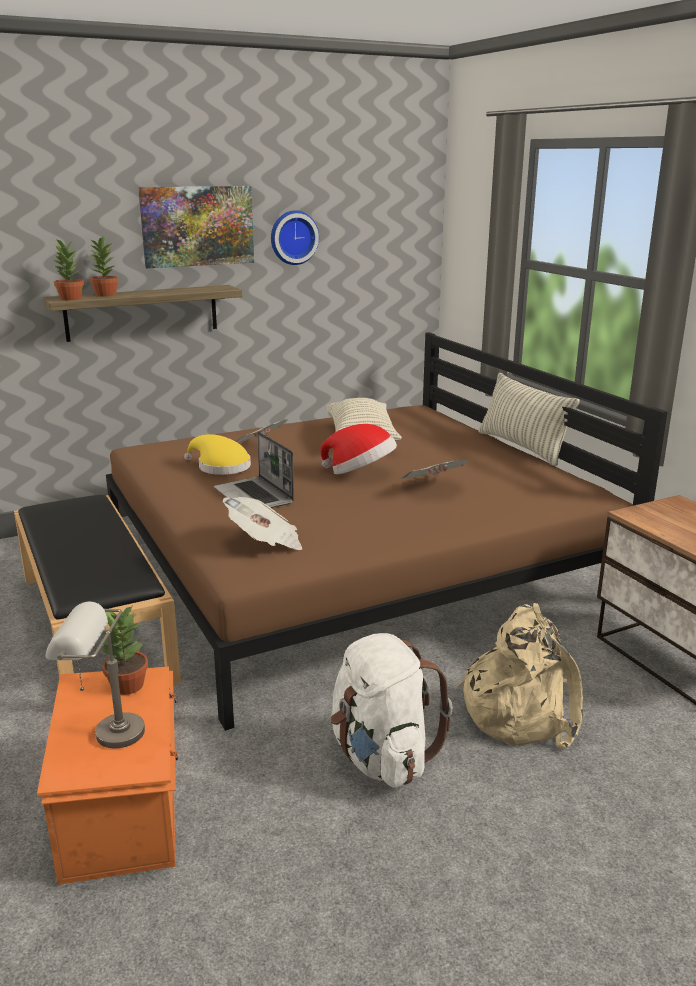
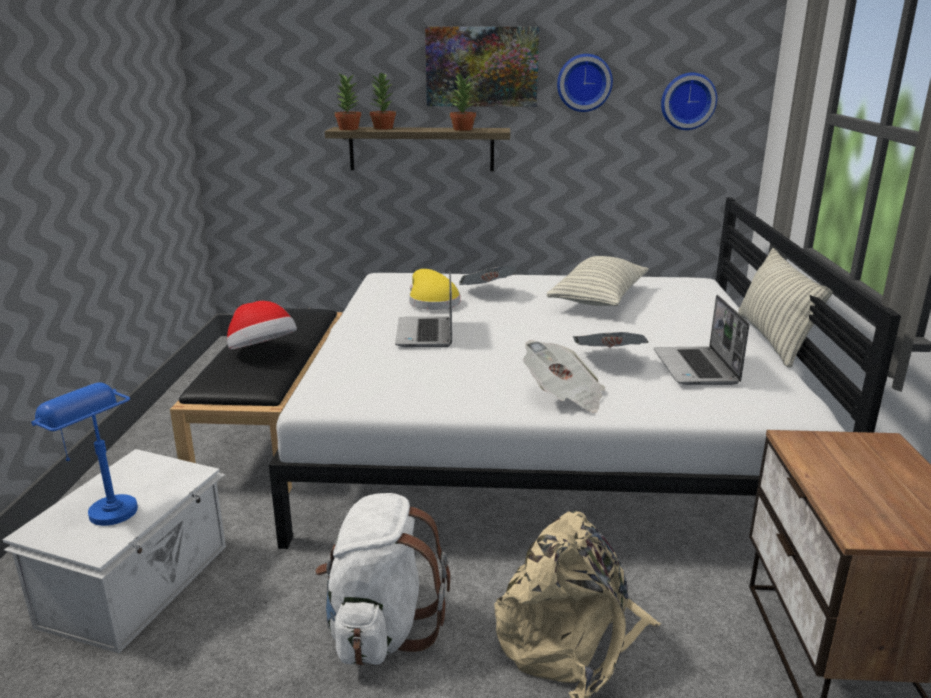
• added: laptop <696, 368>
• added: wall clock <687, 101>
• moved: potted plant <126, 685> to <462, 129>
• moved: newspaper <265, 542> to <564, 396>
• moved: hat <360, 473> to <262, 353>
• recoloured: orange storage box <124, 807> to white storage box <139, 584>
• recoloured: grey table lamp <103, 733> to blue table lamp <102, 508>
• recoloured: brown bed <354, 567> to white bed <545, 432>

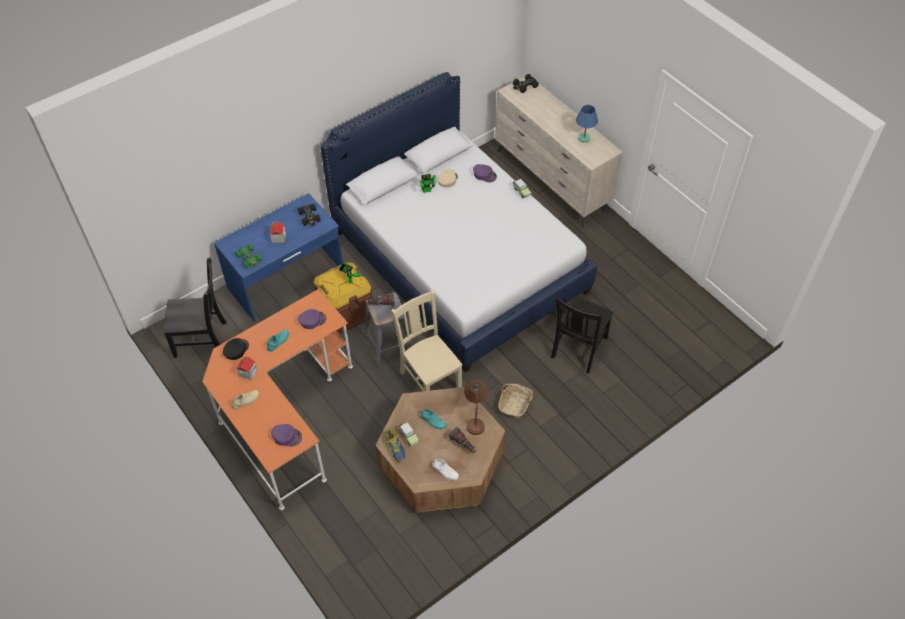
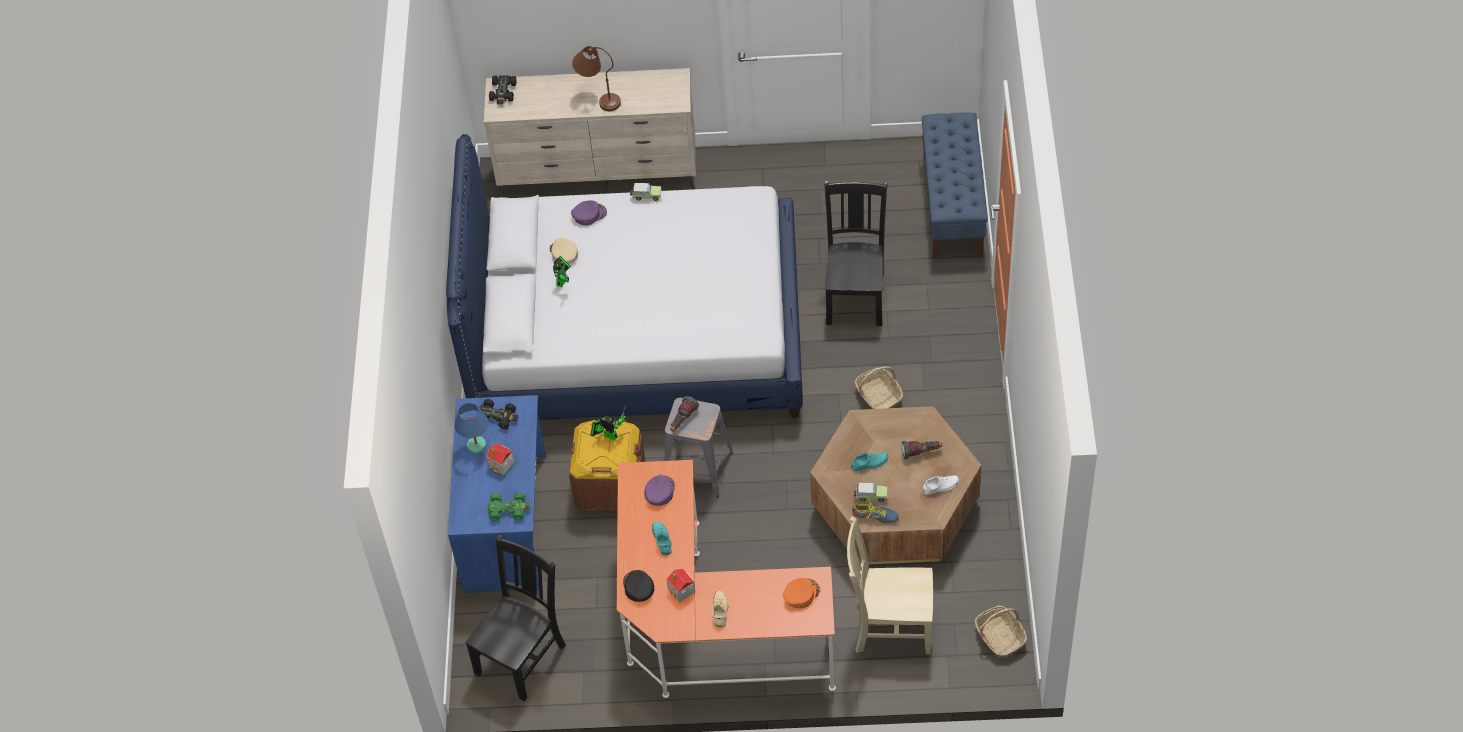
• added: blue bench <952, 206>
• added: basket <999, 636>
• moved: beige chair <429, 378> to <890, 626>
• moved: brown table lamp <475, 416> to <598, 97>
• moved: blue table lamp <584, 138> to <477, 445>
• recoloured: purple cap <287, 436> to orange cap <801, 594>
• turned: black chair <578, 349> = <855, 296> 150 degrees counterclockwise

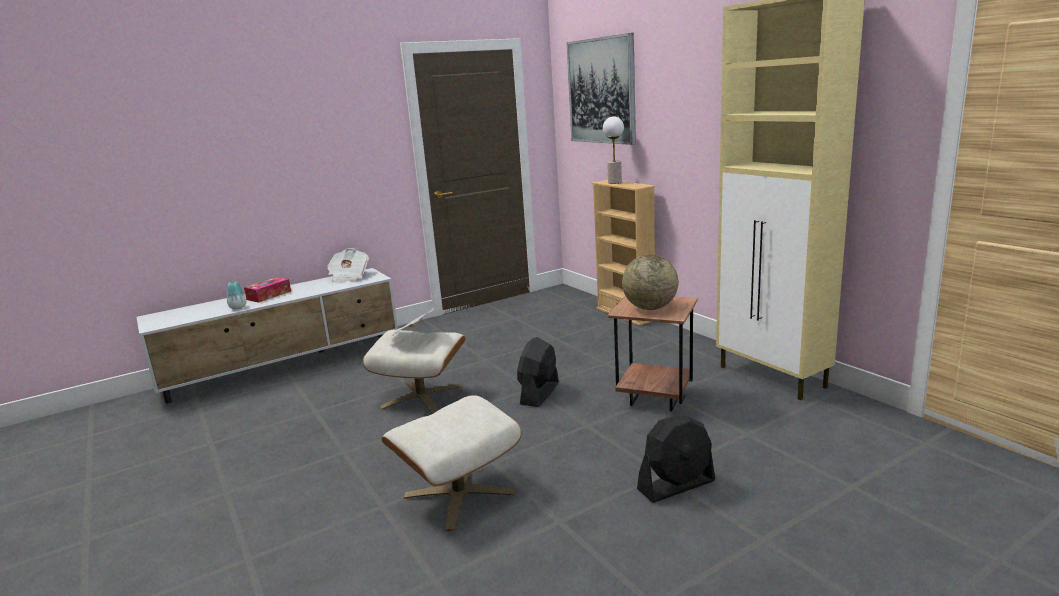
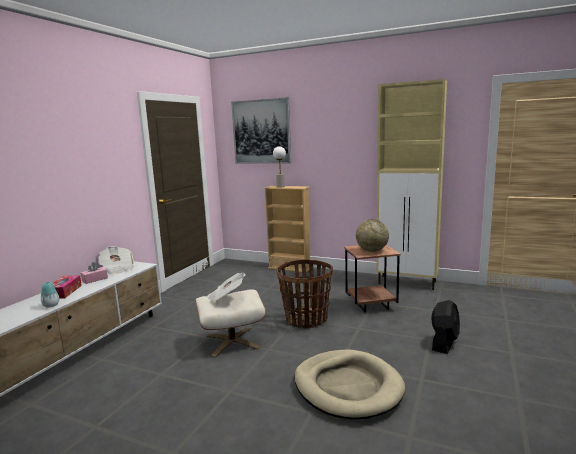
• added: pink tissue box <95, 279>
• replaced: beige ottoman <459, 494> to beige dog bed <347, 387>
• replaced: black fan <539, 393> to basket <306, 319>

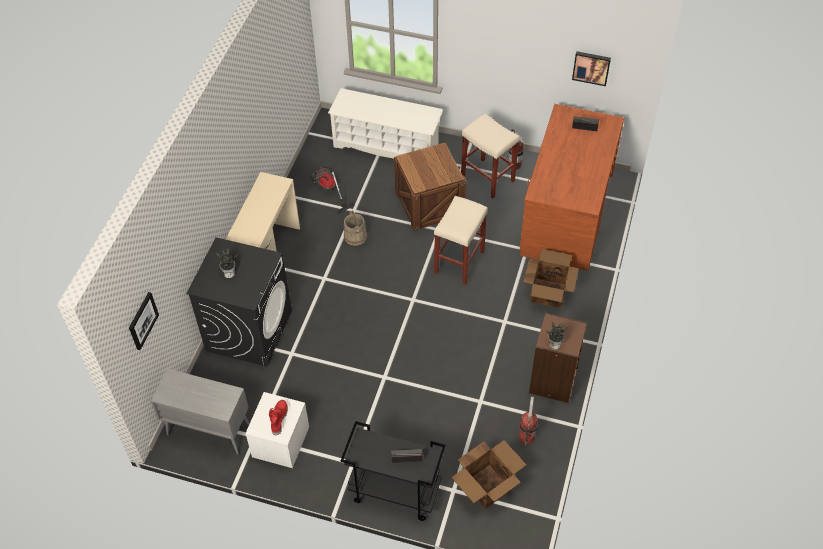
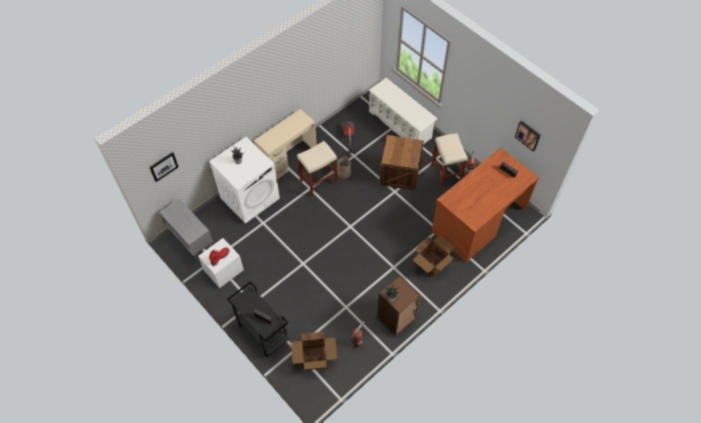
• moved: beige stool <459, 262> to <318, 182>
• recoloured: black washing machine <249, 330> to white washing machine <250, 197>

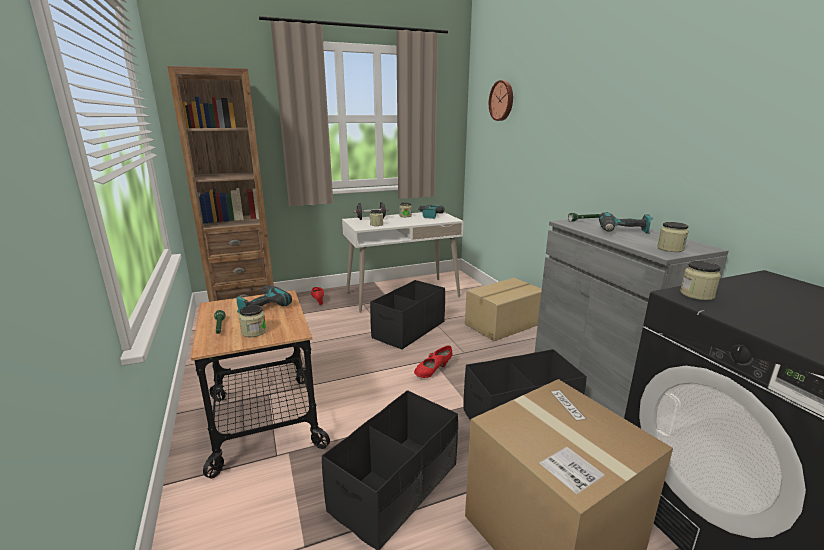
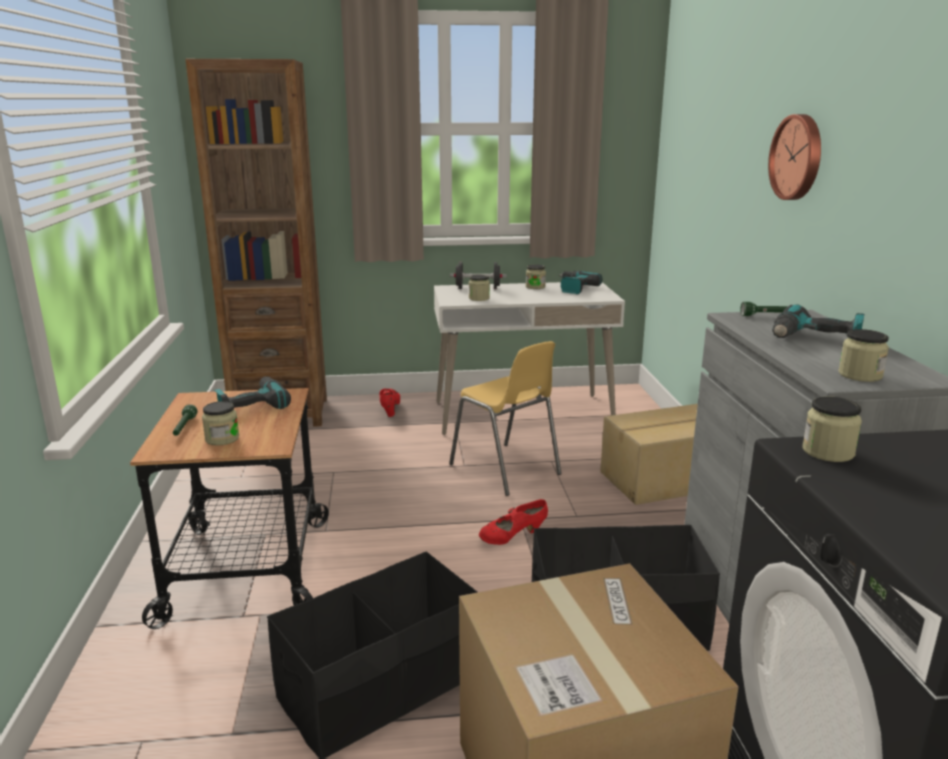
• moved: wall clock <502, 100> to <798, 157>
• replaced: black storage box <408, 329> to yellow chair <505, 469>

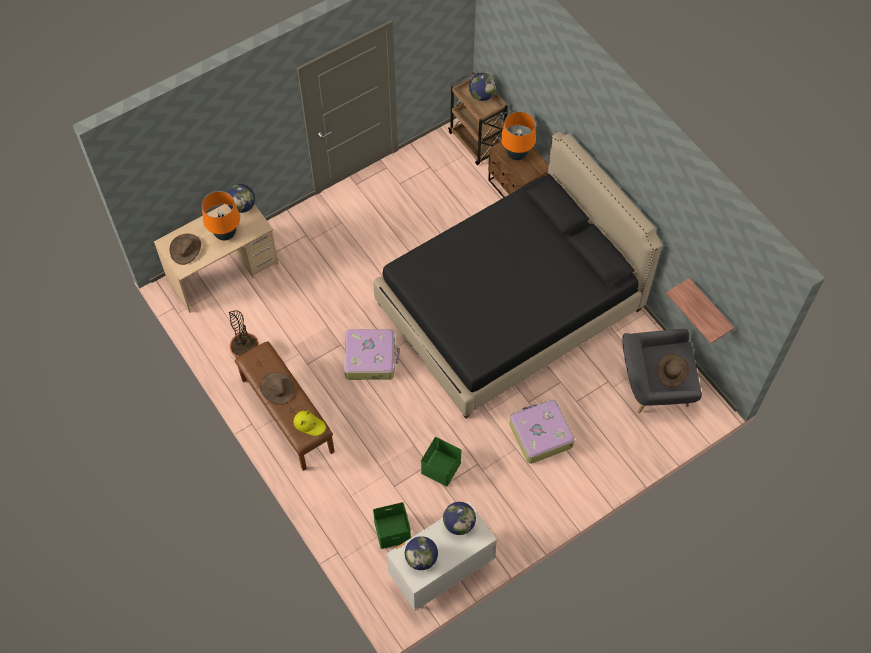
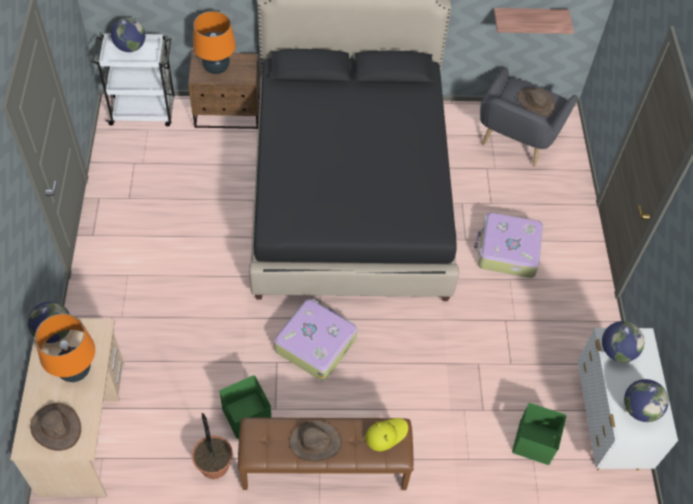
• moved: green storage box <440, 466> to <245, 415>
• recoloured: brown cart <477, 143> to white cart <144, 111>

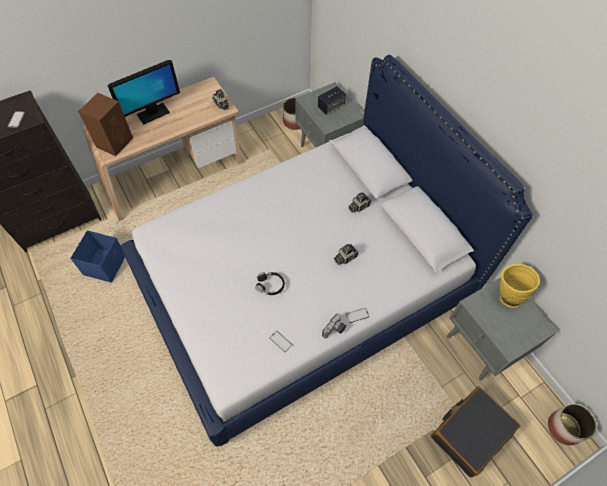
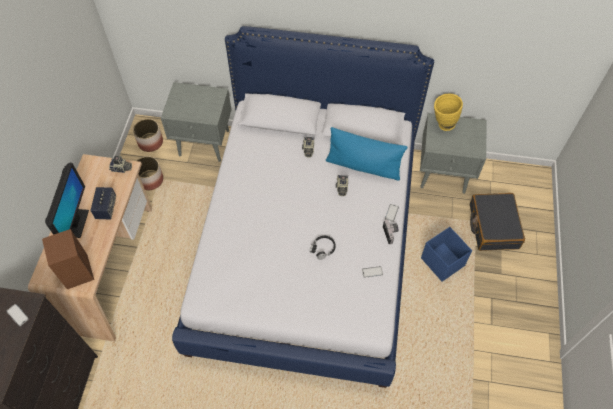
• added: blue pillow <363, 166>
• moved: blue storage box <105, 265> to <442, 261>
• moved: speaker <331, 107> to <106, 208>
• moved: planter <564, 427> to <150, 180>

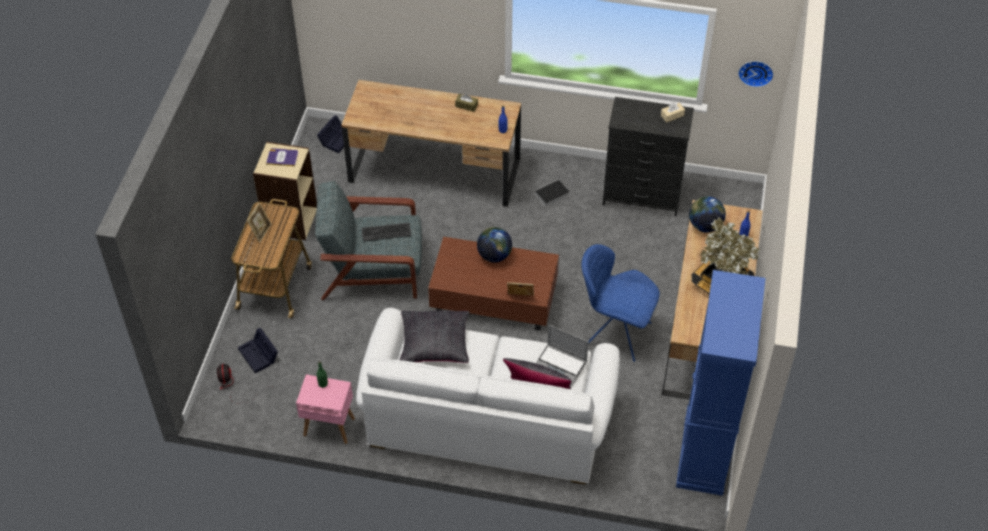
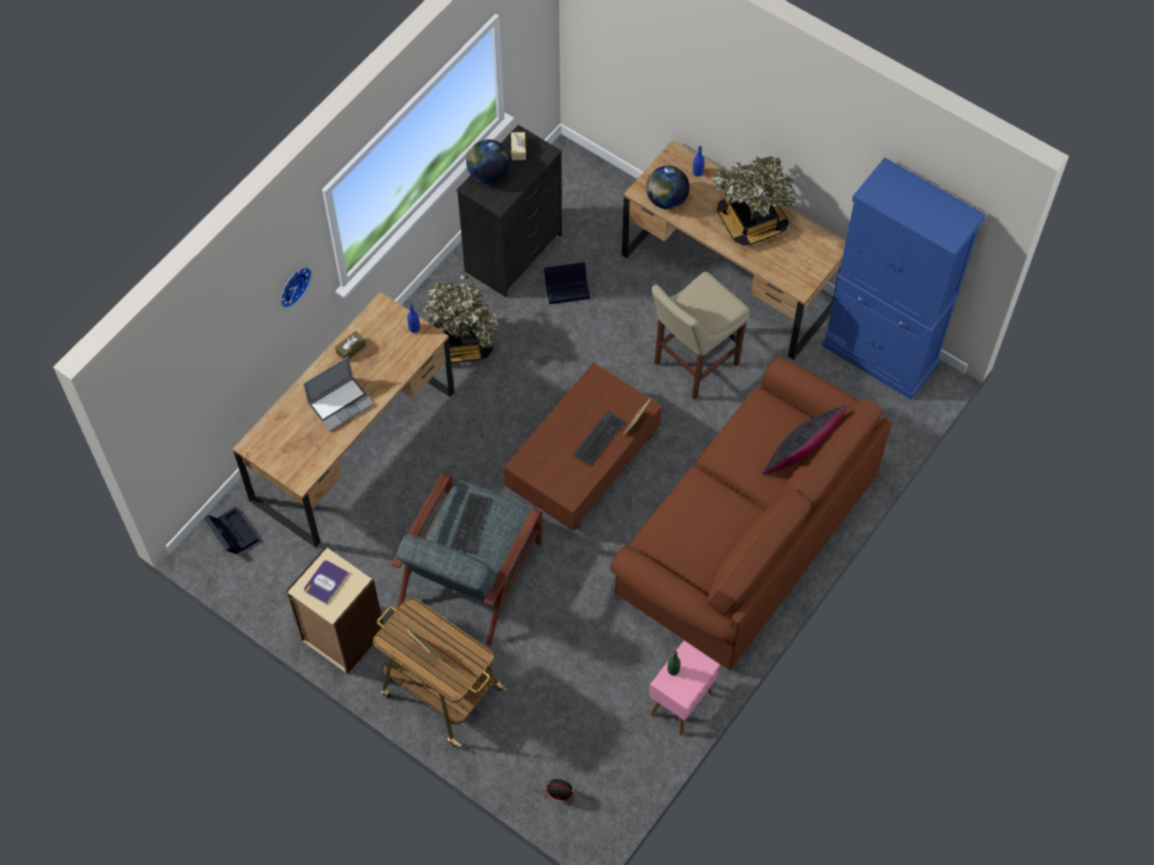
• removed: black pillow <435, 343>
• added: keyboard <600, 439>
• moved: black storage box <259, 355> to <568, 287>
• moved: globe <494, 255> to <488, 174>
• moved: laptop <561, 365> to <341, 403>
• moved: wall clock <756, 72> to <292, 285>
• replaced: book <551, 195> to potted plant <462, 341>
• replaced: blue chair <615, 333> to beige stool <692, 365>
• recoloured: white sofa <488, 419> to brown sofa <746, 536>

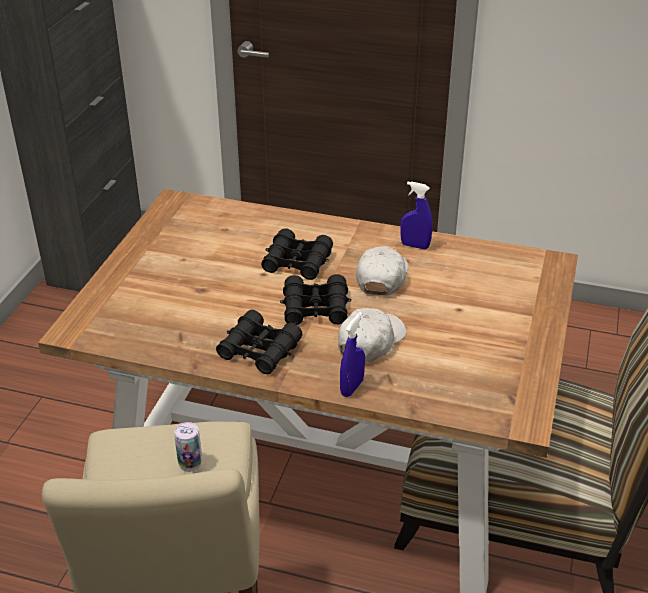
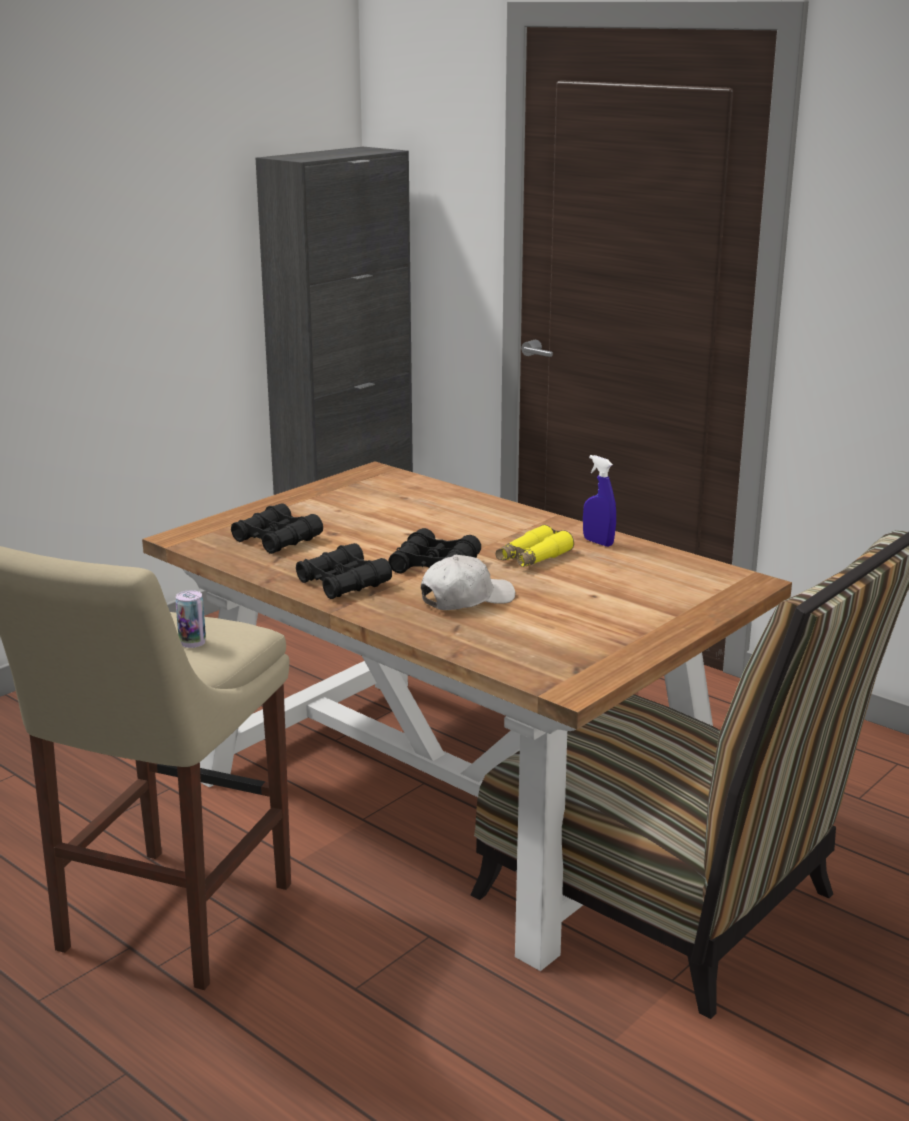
• removed: blue spray bottle <352, 387>
• moved: black binoculars <297, 262> to <277, 539>
• replaced: white cap <382, 277> to yellow binoculars <533, 558>

